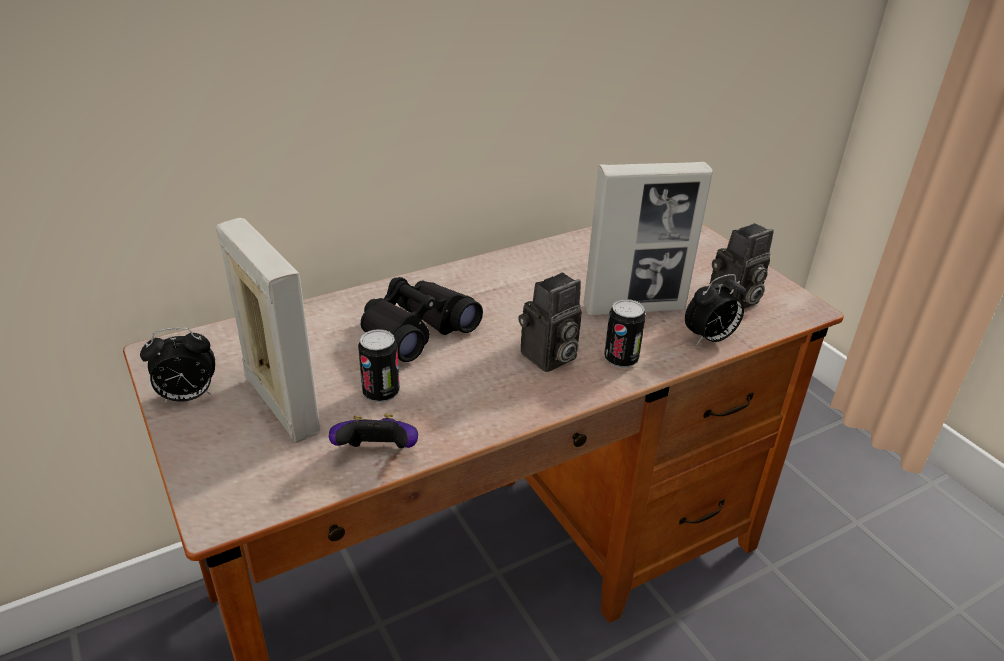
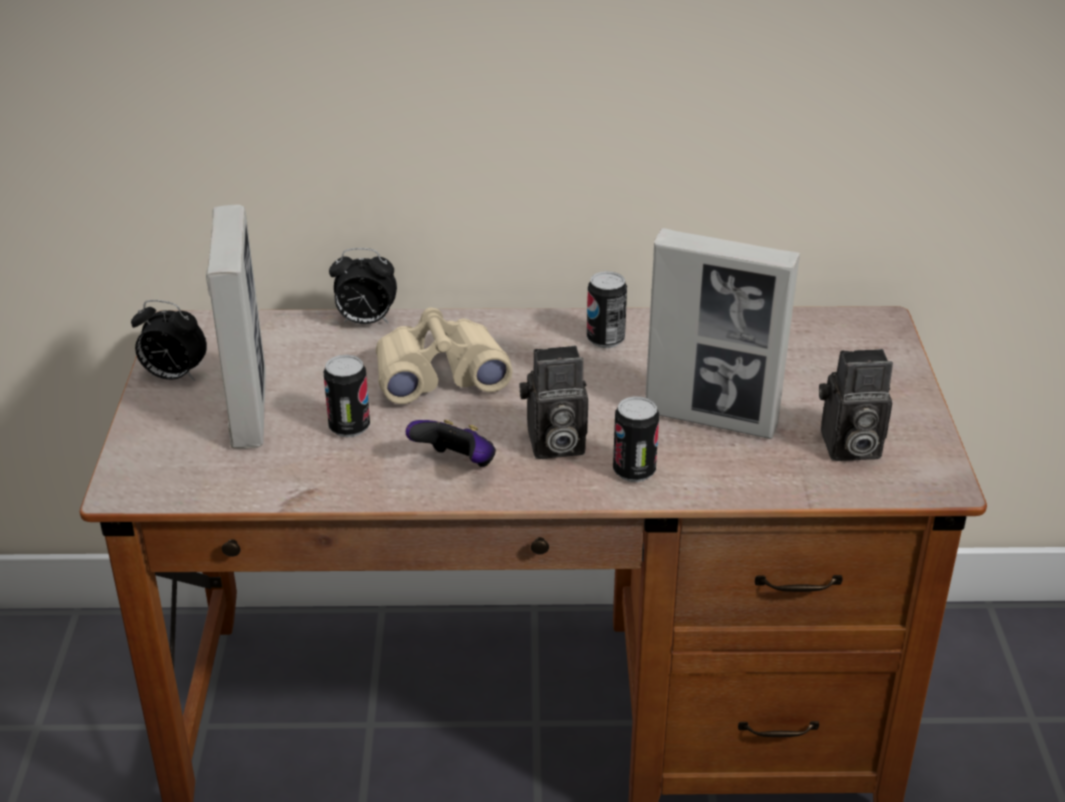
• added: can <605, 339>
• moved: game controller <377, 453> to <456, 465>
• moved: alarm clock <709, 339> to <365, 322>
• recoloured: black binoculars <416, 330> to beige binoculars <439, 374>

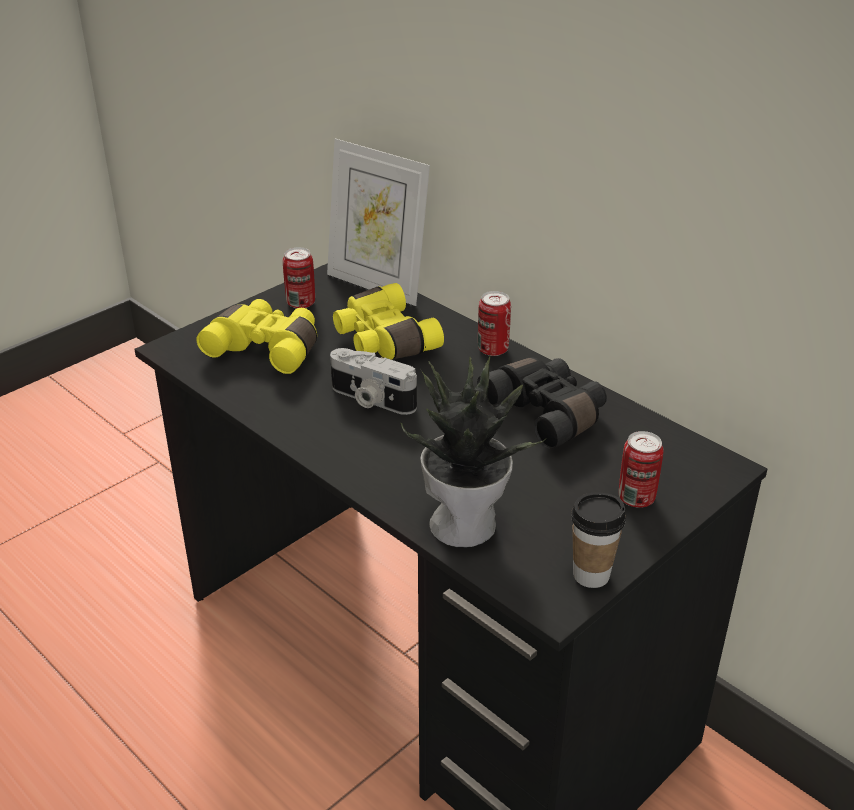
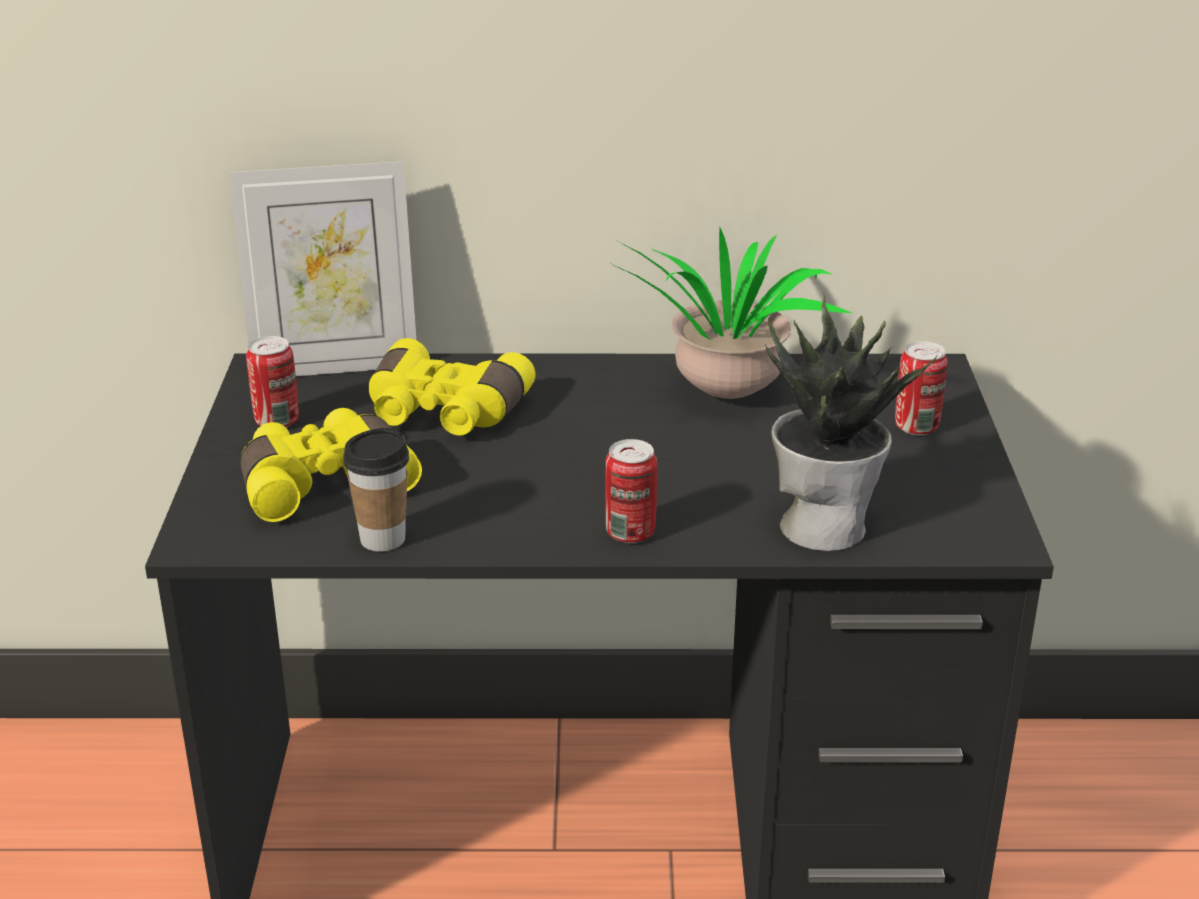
• removed: photo camera <371, 399>
• moved: can <493, 350> to <630, 533>
• moved: cup <591, 575> to <382, 539>
• replaced: black binoculars <547, 413> to potted plant <725, 398>

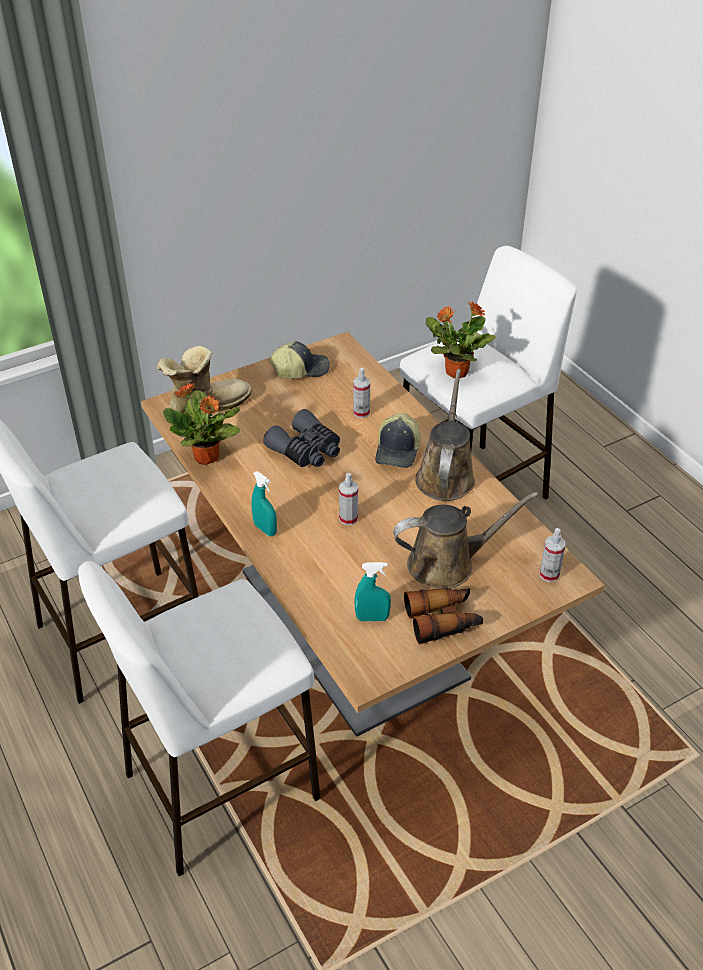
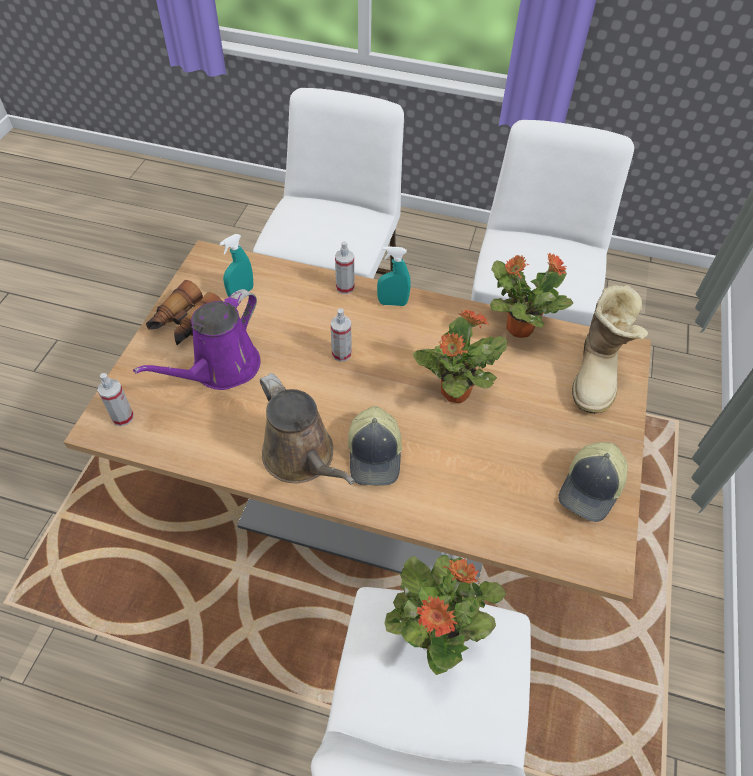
• moved: spray bottle <361, 412> to <345, 287>
• replaced: grey binoculars <306, 450> to potted plant <454, 392>
• recoloured: brown watering can <447, 563> to purple watering can <221, 369>
• turned: cap <398, 450> = <375, 455> 150 degrees counterclockwise

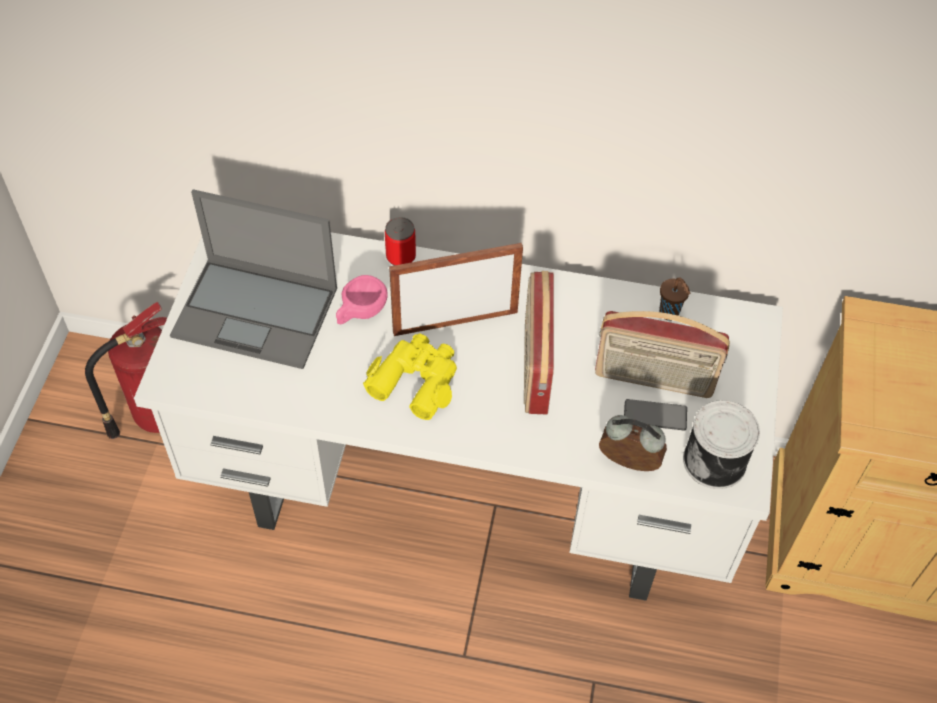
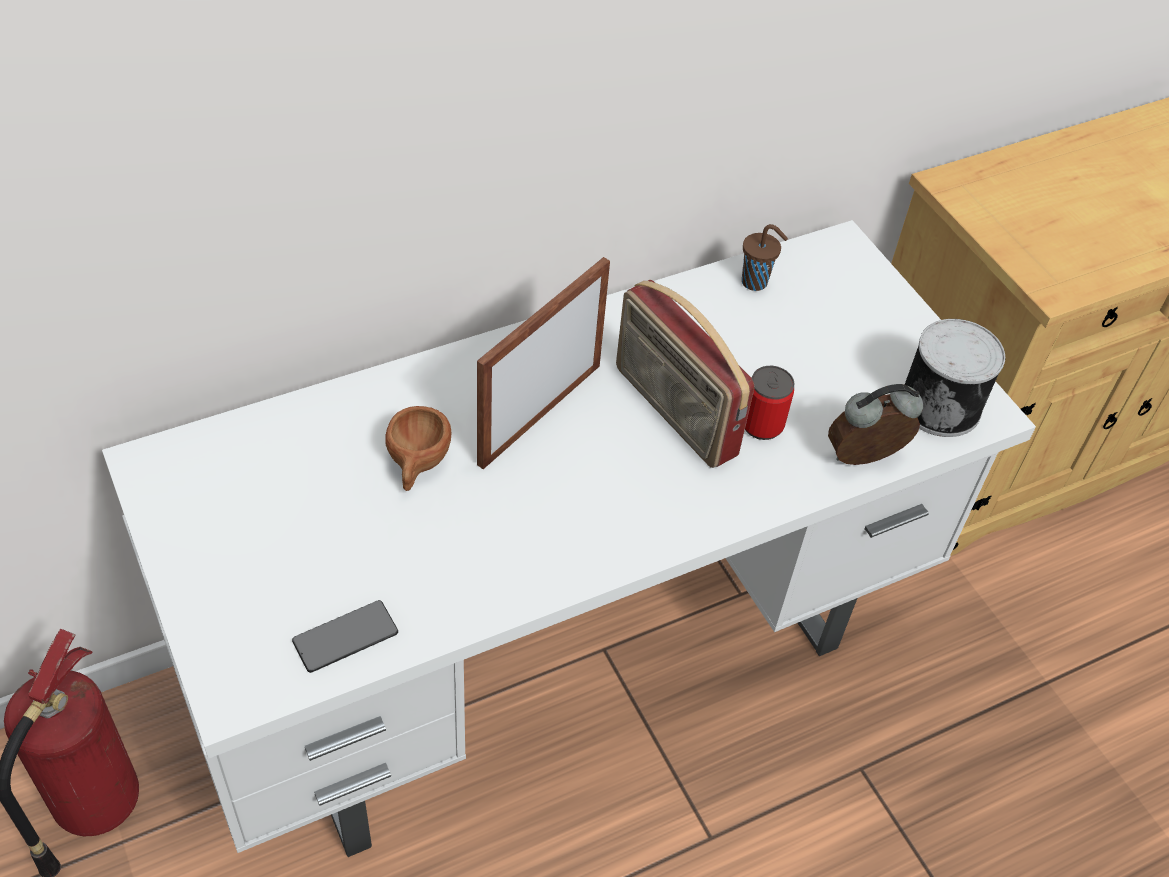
• removed: laptop <257, 312>
• removed: yellow binoculars <416, 380>
• removed: radio <653, 380>
• moved: can <401, 257> to <762, 425>
• moved: phone <655, 415> to <345, 637>
• recoloured: pink cup <360, 313> to brown cup <417, 465>

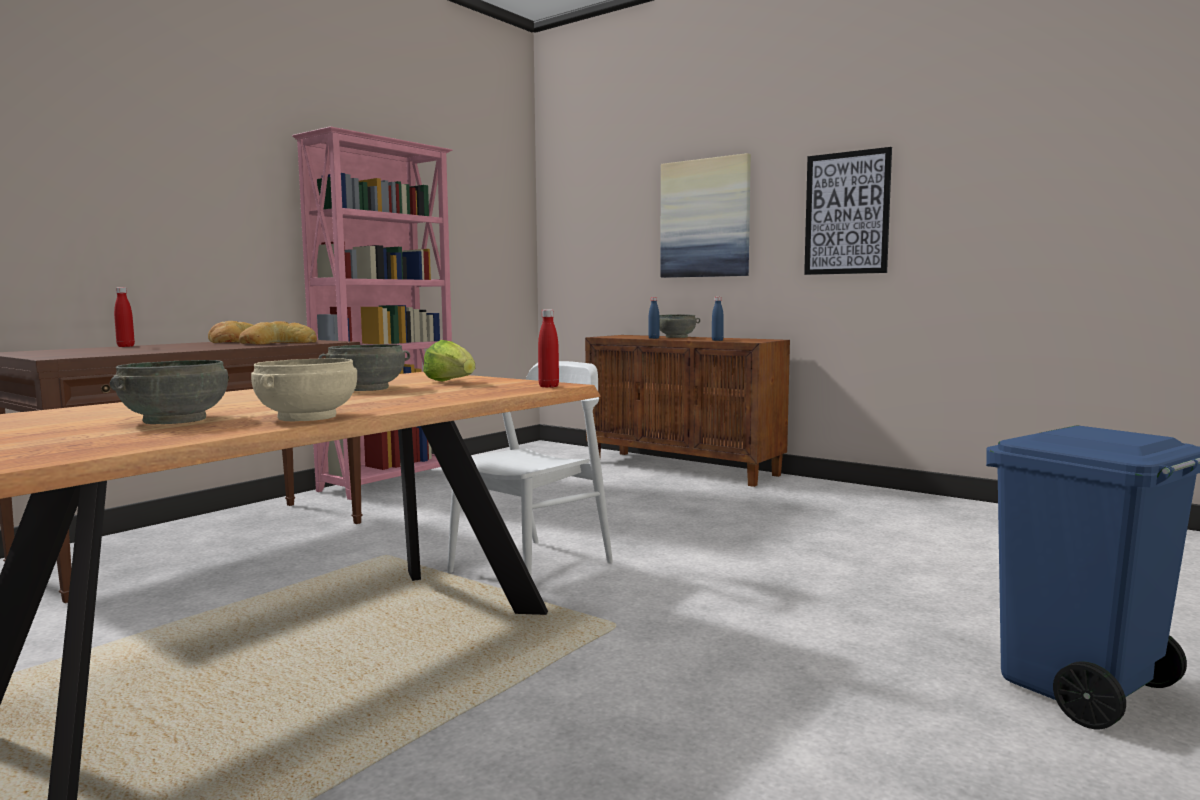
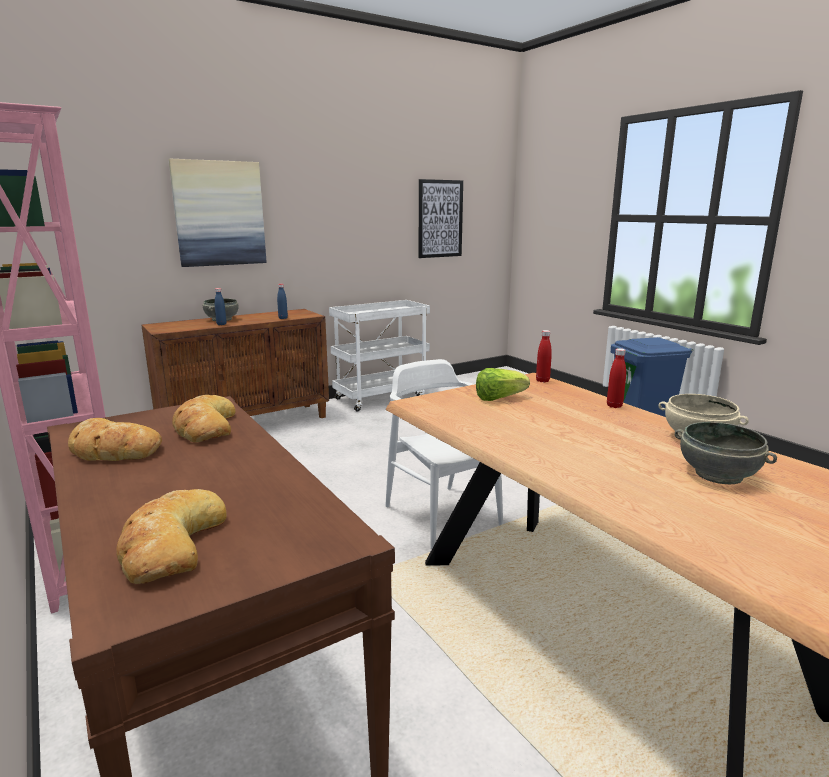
• removed: grey bowl <367, 388>
• added: bread <170, 544>
• added: white cart <381, 397>
• moved: red bottle <125, 346> to <614, 406>
• moved: picture <847, 213> to <440, 219>

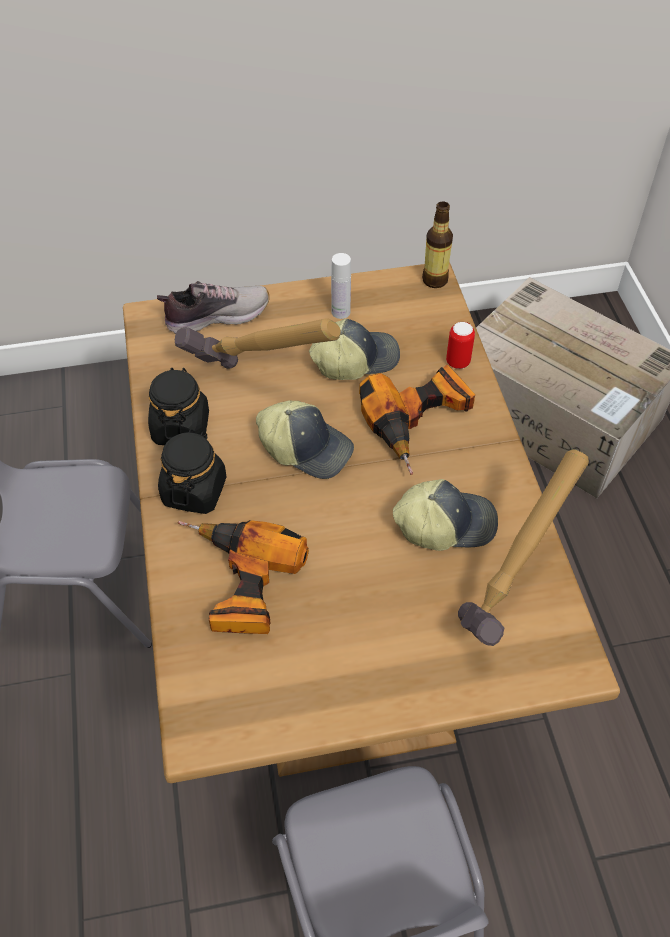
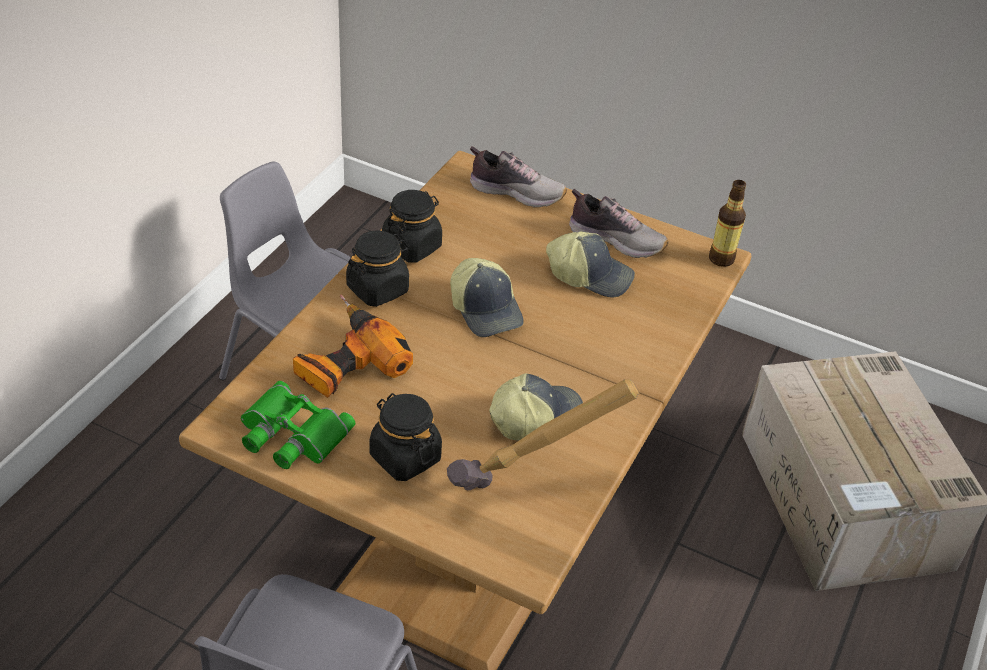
• removed: hammer <259, 392>
• removed: power drill <420, 422>
• removed: can <458, 362>
• added: green binoculars <290, 435>
• added: black jar <404, 457>
• replaced: white bottle <340, 312> to shoe <616, 239>
• turned: cap <445, 523> = <534, 417> 60 degrees counterclockwise

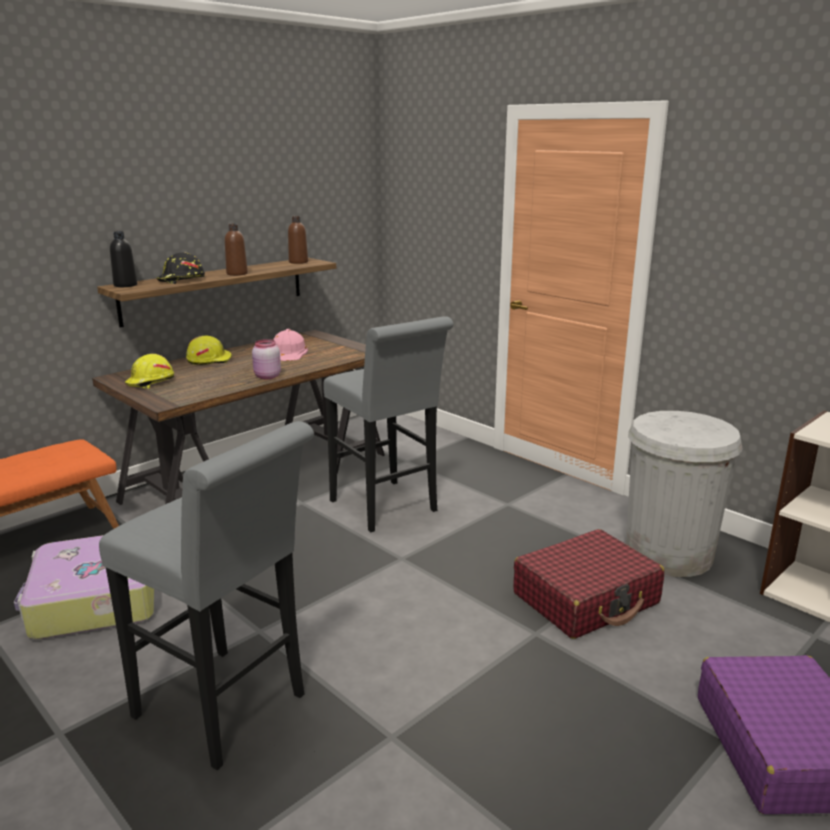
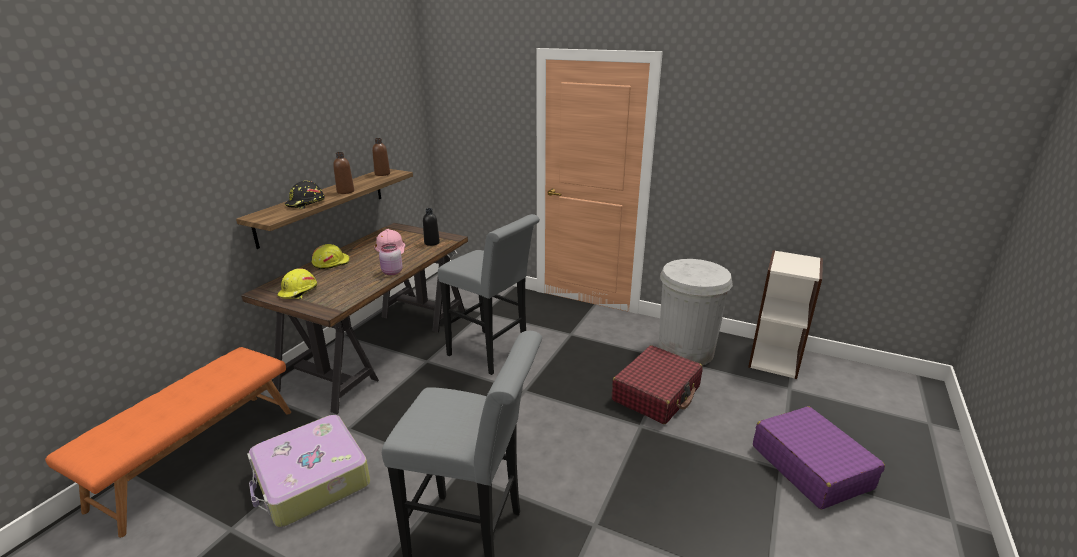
• moved: black bottle <125, 285> to <432, 243>

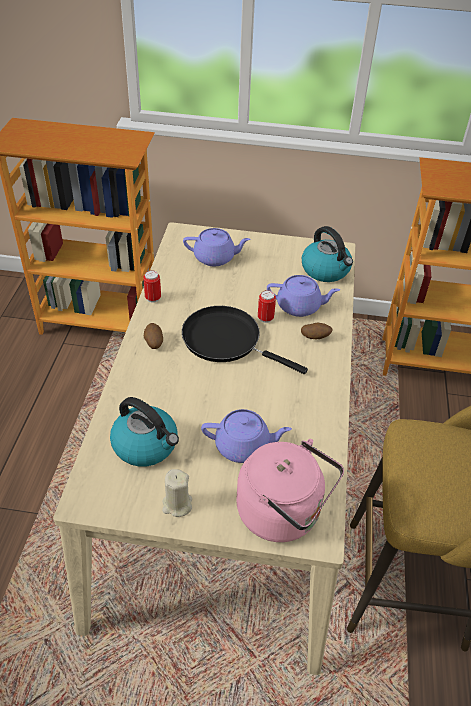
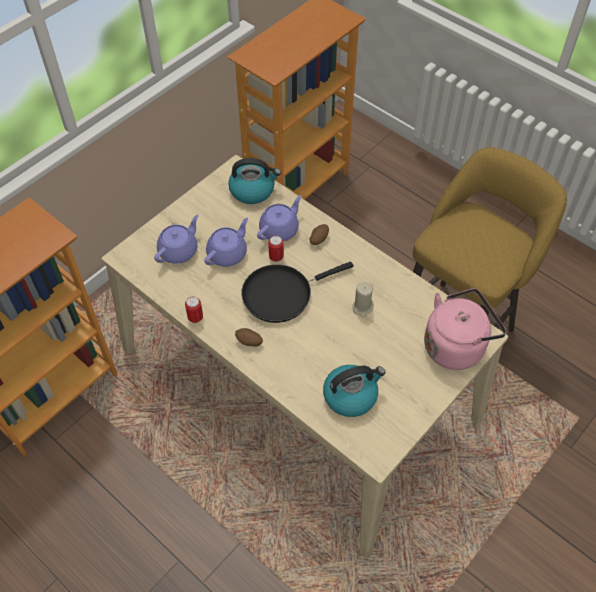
• moved: beige candle <177, 505> to <362, 307>
• moved: purple teapot <244, 446> to <228, 253>

